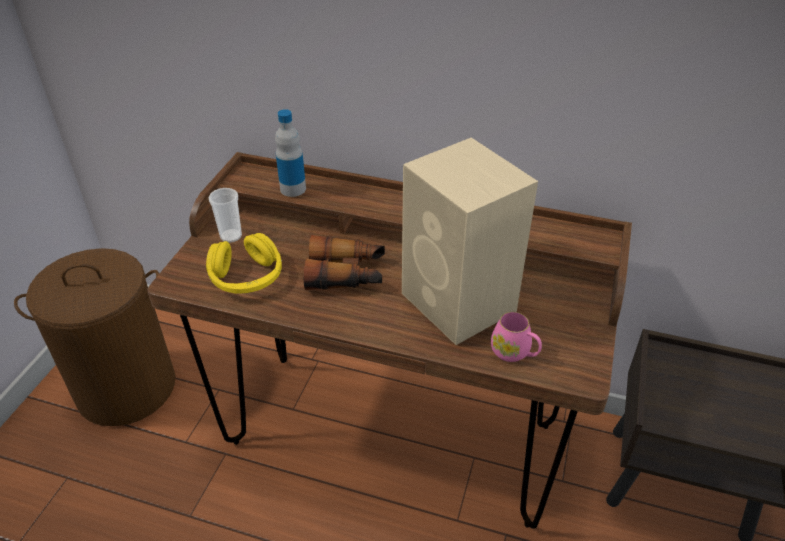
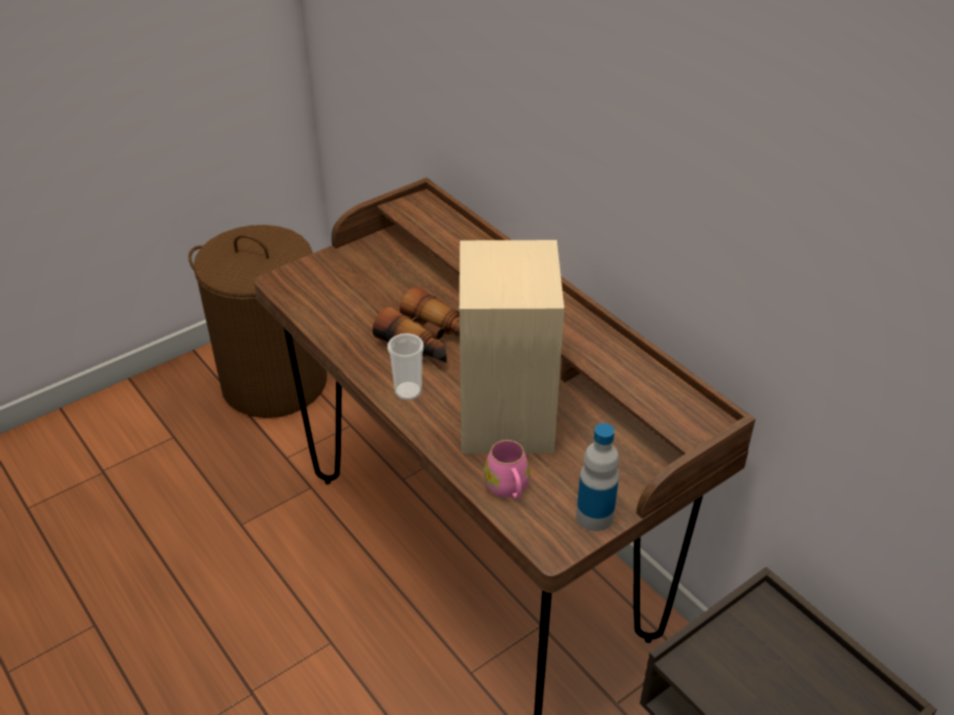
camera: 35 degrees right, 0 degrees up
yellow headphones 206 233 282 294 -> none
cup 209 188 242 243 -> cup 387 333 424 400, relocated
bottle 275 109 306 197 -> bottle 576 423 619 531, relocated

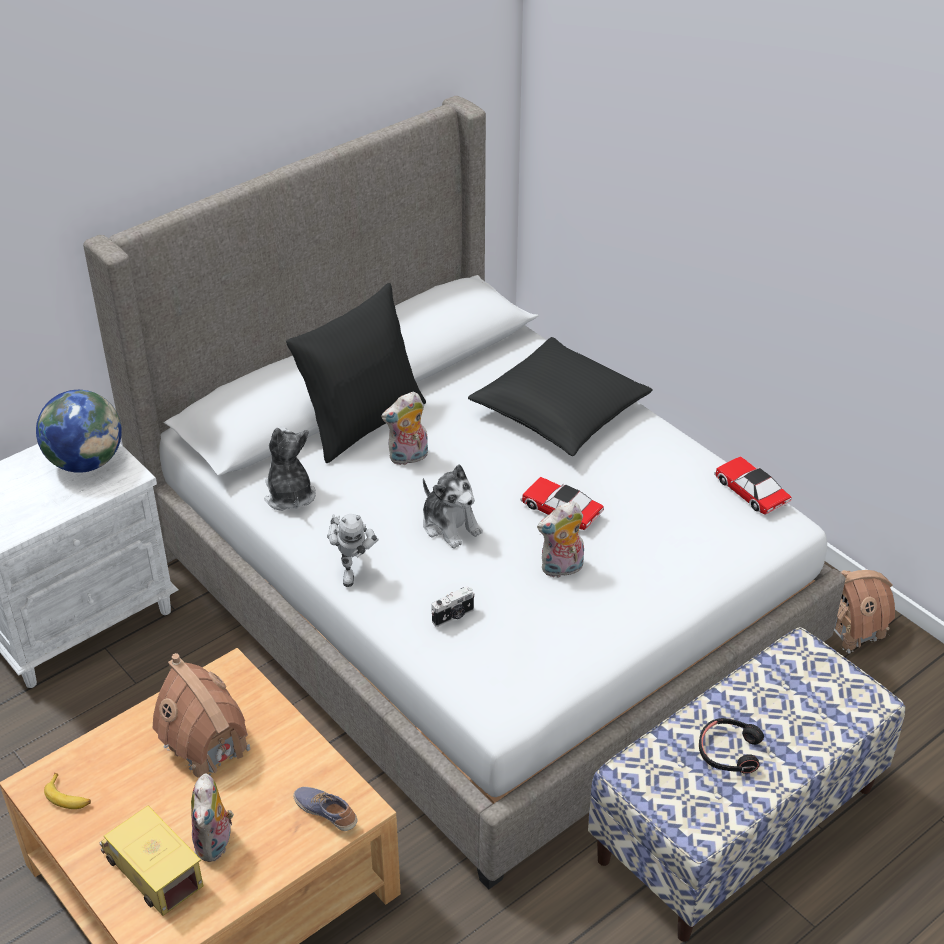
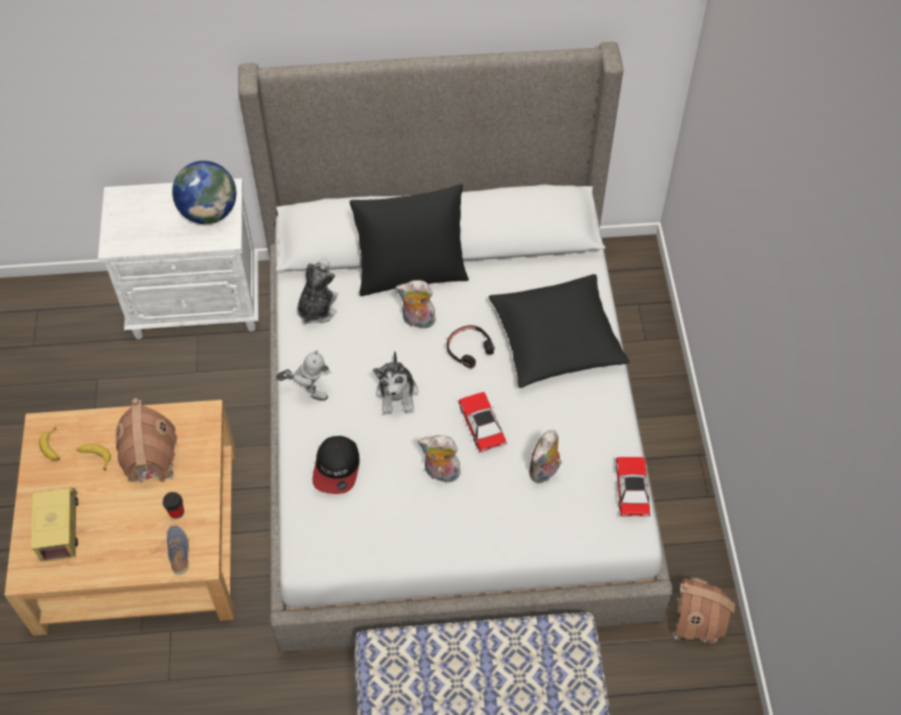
camera: 35 degrees right, 15 degrees up
none -> banana 77 444 111 470
none -> cup 163 492 184 519
plush toy 191 773 234 862 -> plush toy 528 430 565 484, relocated
black headphones 699 718 764 774 -> black headphones 446 325 495 368, relocated
photo camera 431 586 474 627 -> cap 312 436 359 494
toy robot 327 514 379 587 -> toy robot 276 350 331 401, 105 degrees counterclockwise

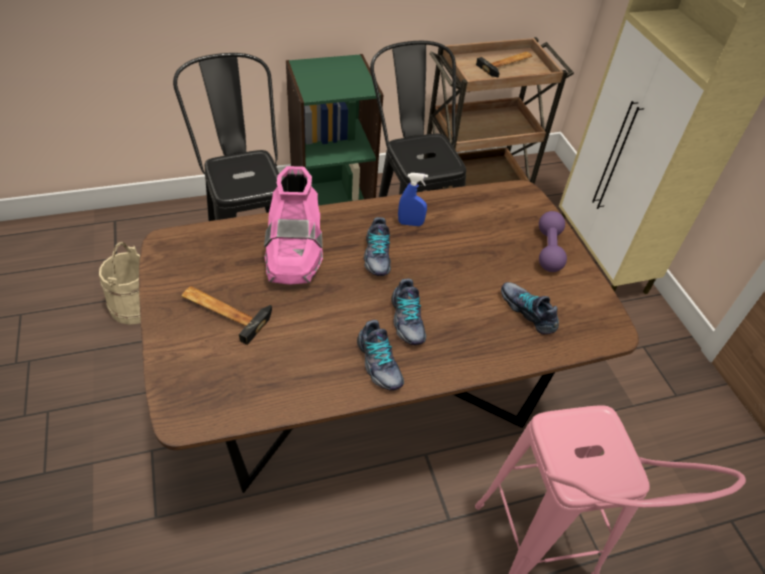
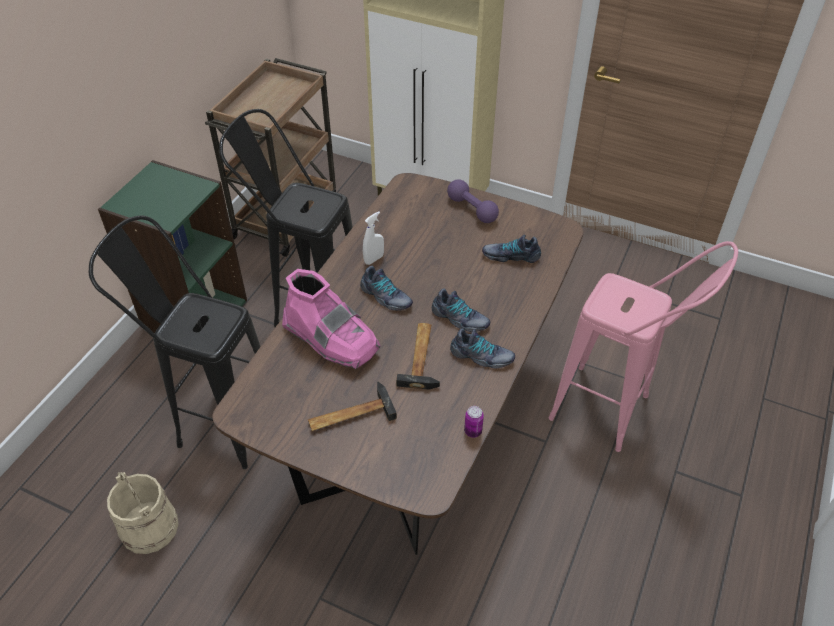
camera: 45 degrees left, 0 degrees up
none -> can 464 406 484 438
hammer 476 52 532 77 -> hammer 396 323 440 390, relocated
blue spray bottle 398 173 428 226 -> white spray bottle 363 211 384 265

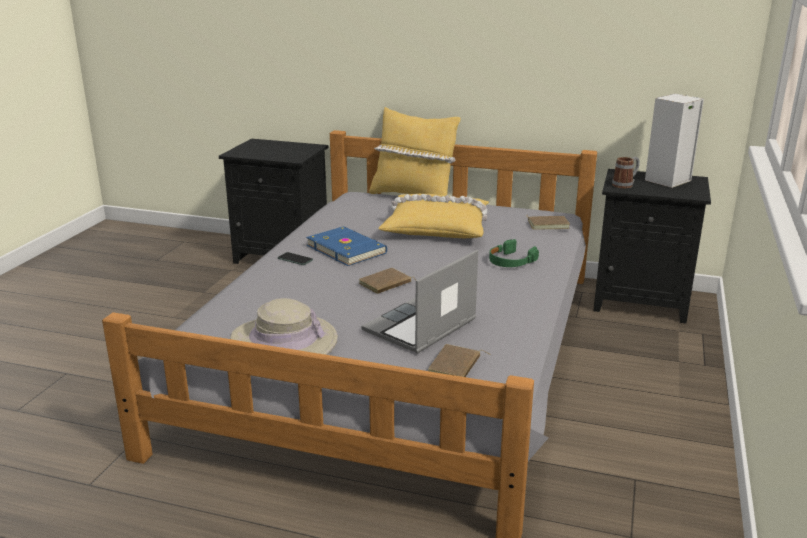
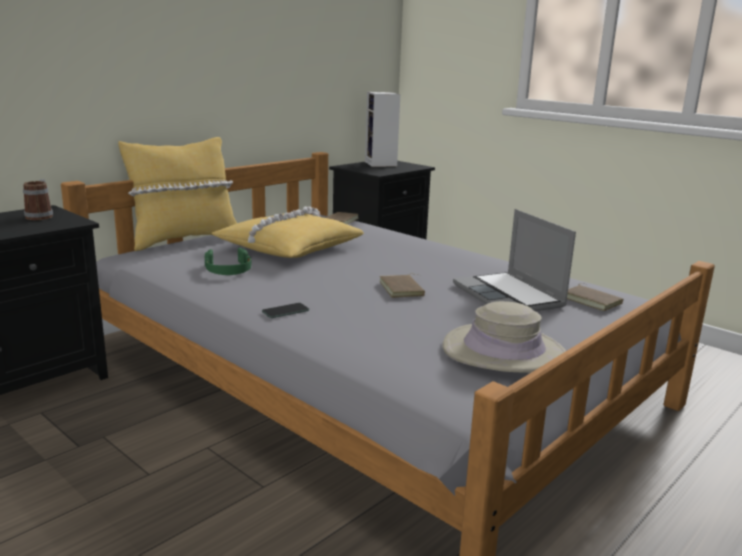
camera: 65 degrees left, 5 degrees down
blue book 306 226 387 266 -> none
green headphones 489 239 539 267 -> green headphones 205 248 252 275, relocated
mug 612 157 640 188 -> mug 23 179 53 220, relocated

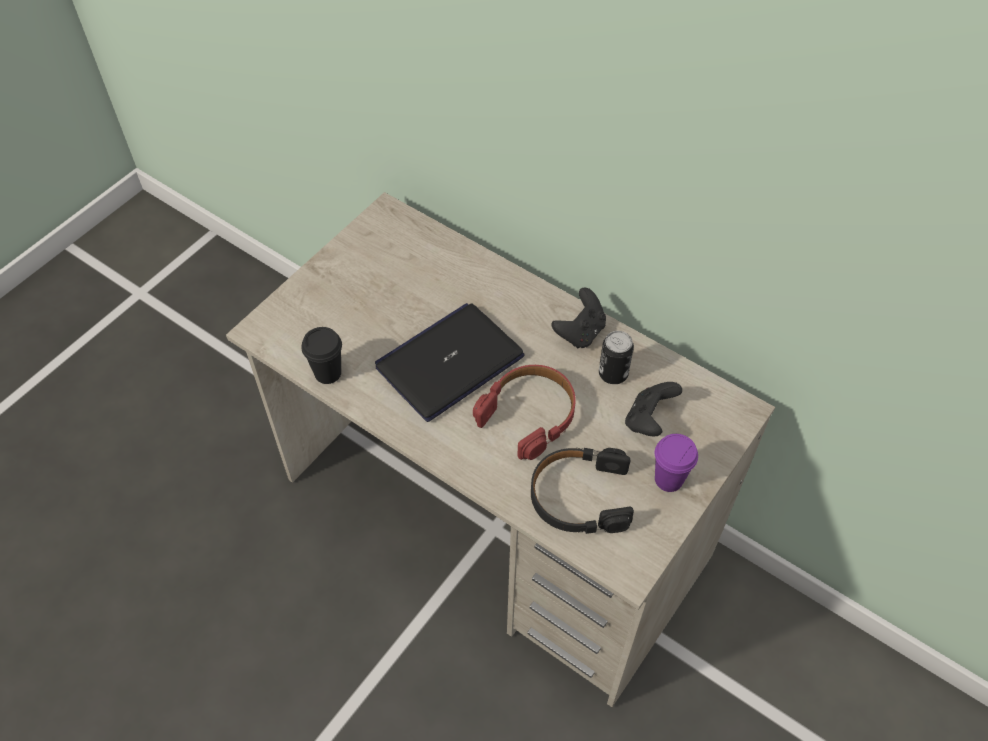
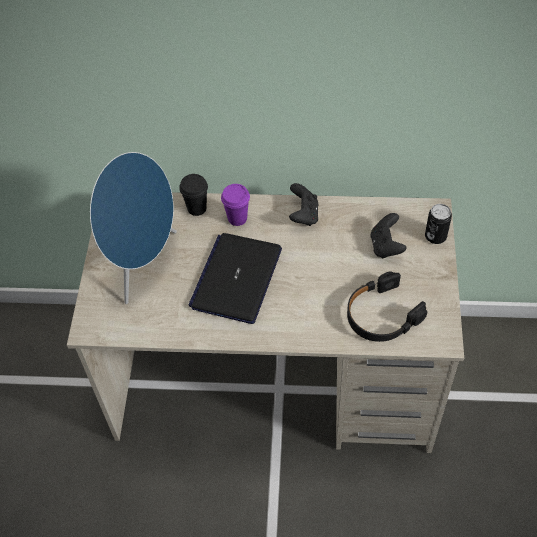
camera: 30 degrees left, 0 degrees up
red headphones 473 365 576 460 -> none
none -> blue speaker 90 152 177 304
black cup 302 327 342 384 -> black cup 179 174 208 216, relocated
can 599 331 634 384 -> can 425 204 452 244, relocated
purple cup 655 434 698 492 -> purple cup 221 184 250 226, relocated

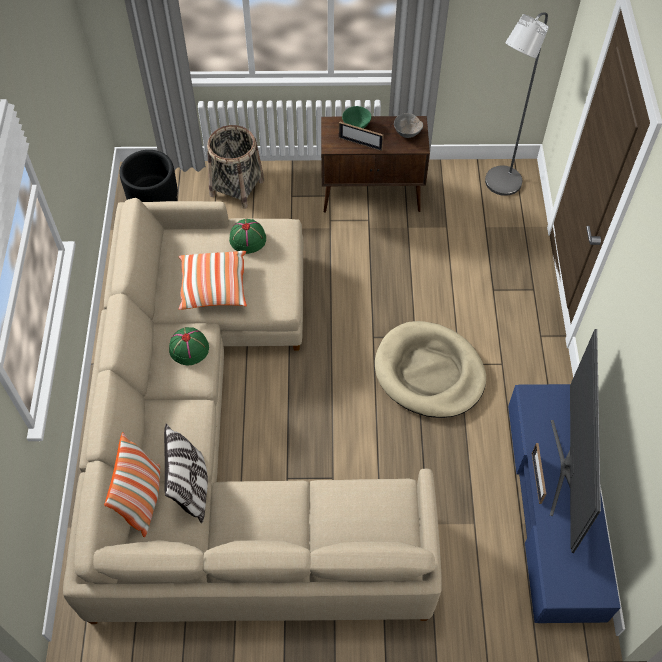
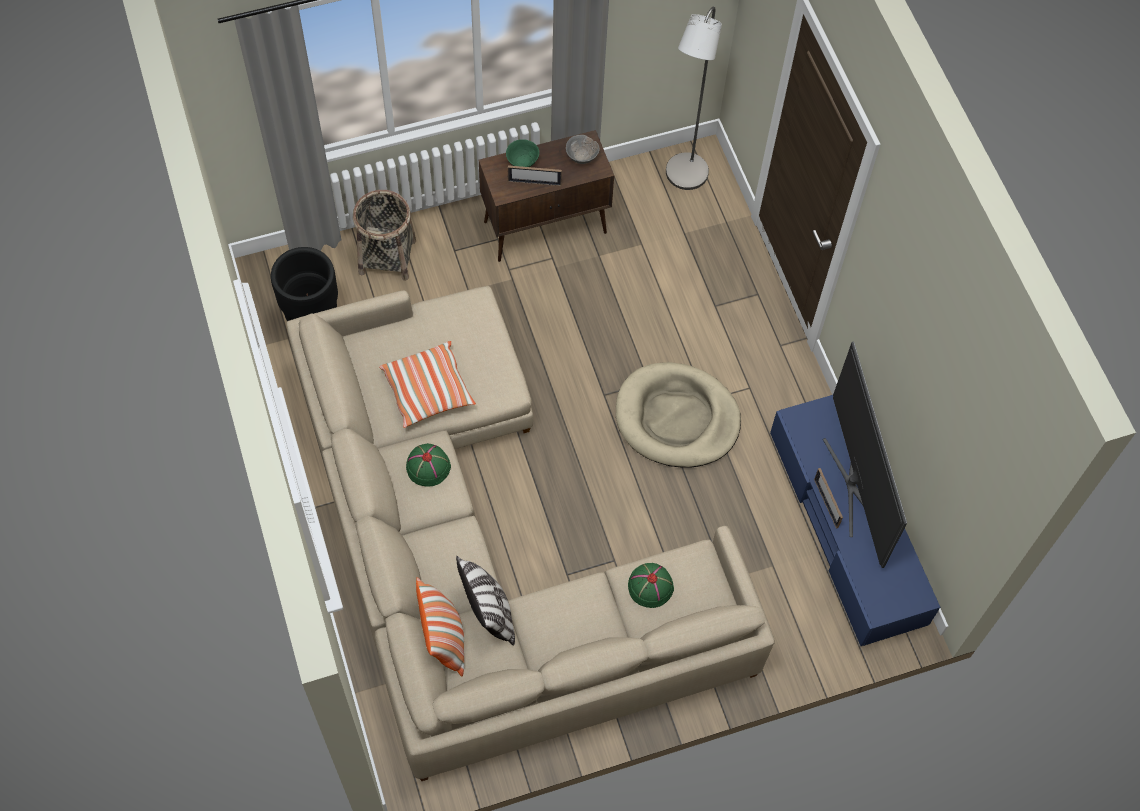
camera: 20 degrees left, 5 degrees up
green hat 229 219 266 254 -> green hat 628 563 674 608, relocated

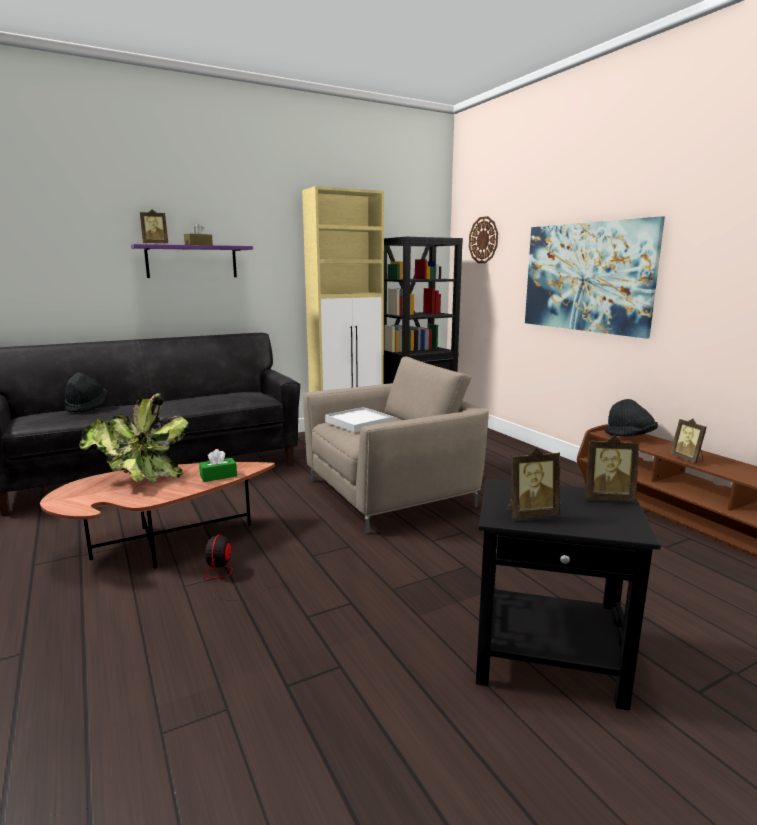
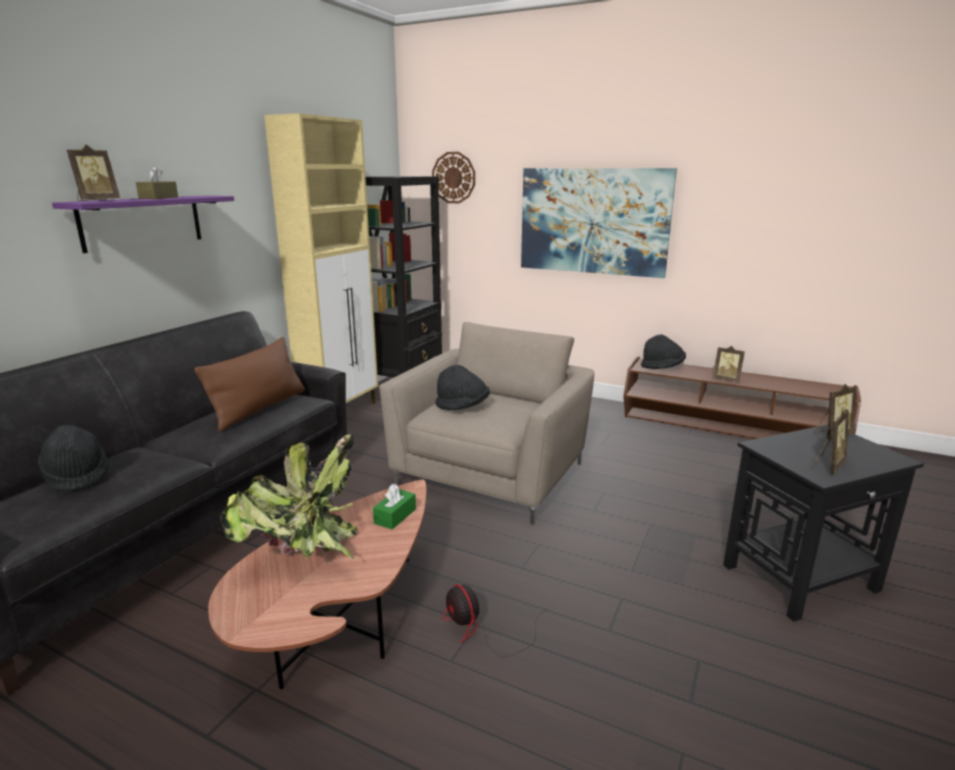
camera: 35 degrees left, 5 degrees up
none -> brown pillow 194 337 305 431
white tray 325 407 393 433 -> black hat 435 365 490 410

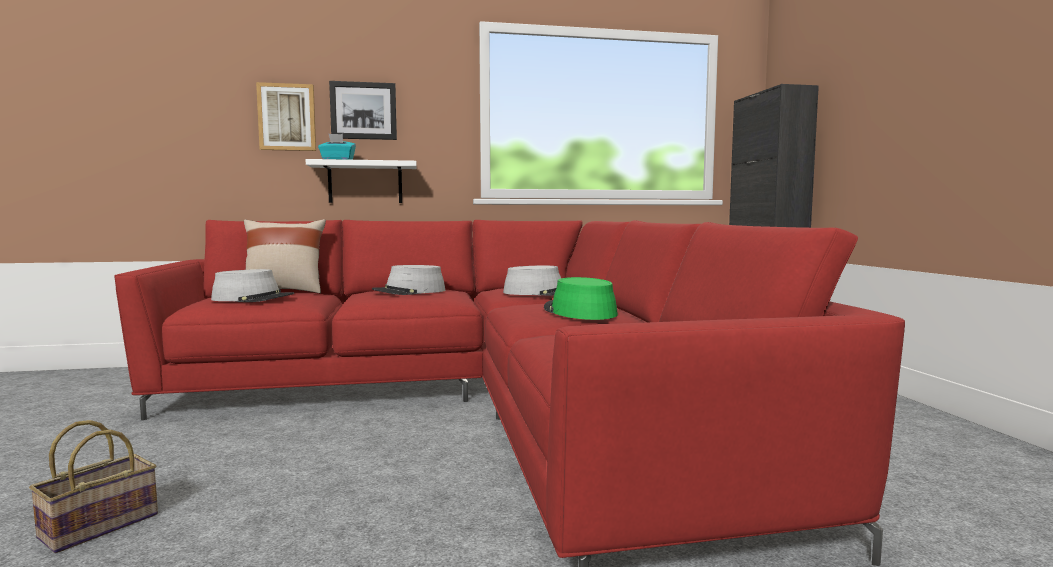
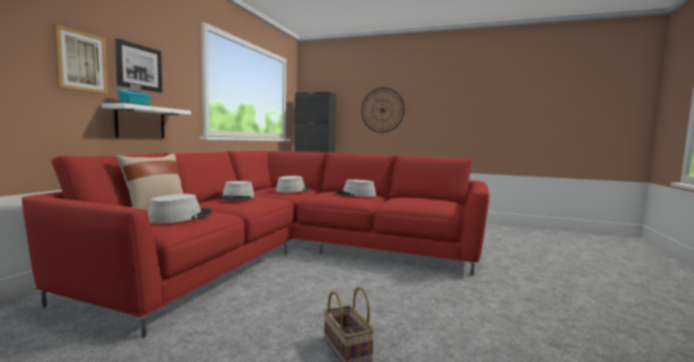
camera: 60 degrees left, 0 degrees up
none -> wall clock 361 88 405 133
green hat 544 277 618 320 -> grey hat 335 179 376 197

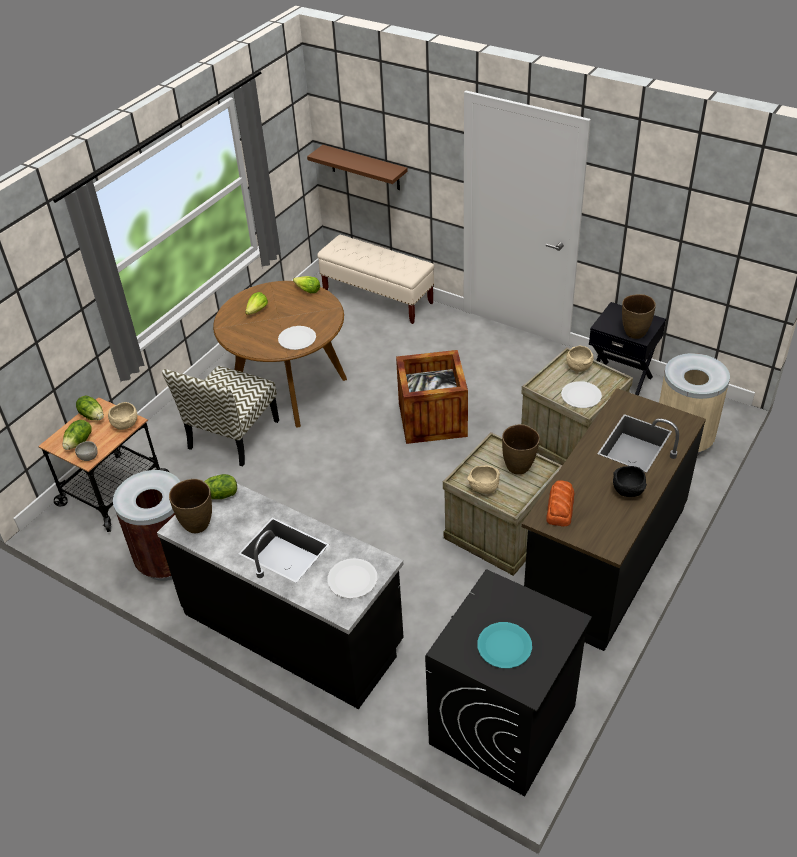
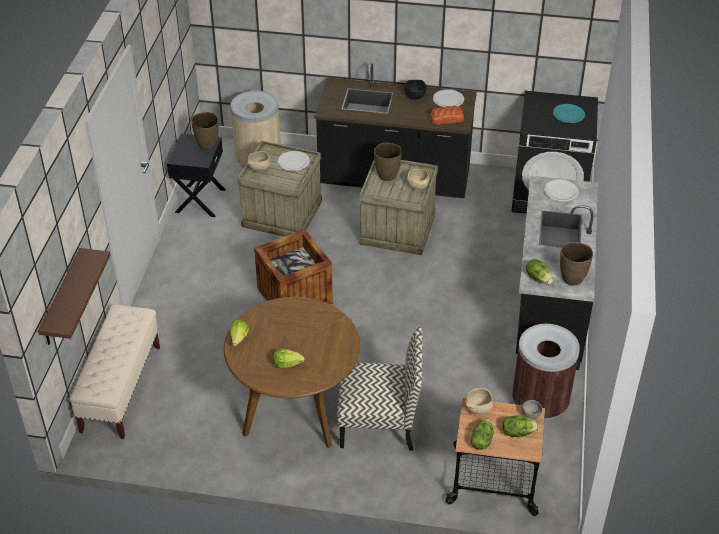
camera: 115 degrees left, 0 degrees up
white plate 278 326 316 350 -> white plate 433 89 464 107, relocated

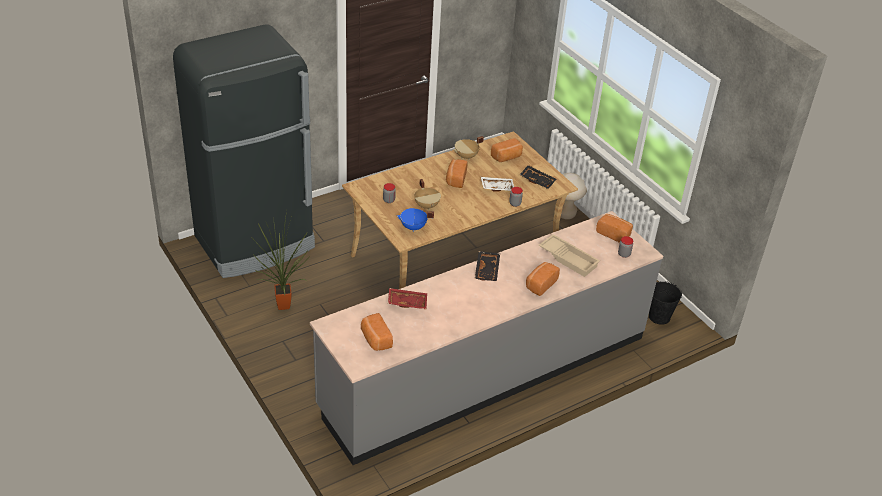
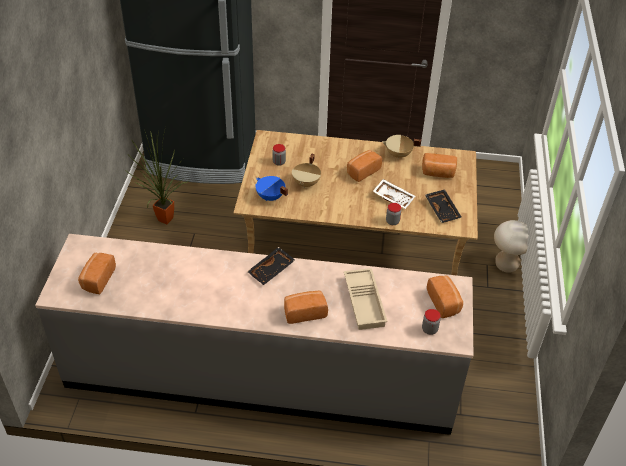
camera: 40 degrees right, 5 degrees up
red tray 388 288 427 309 -> none
black bucket 649 281 682 325 -> none

